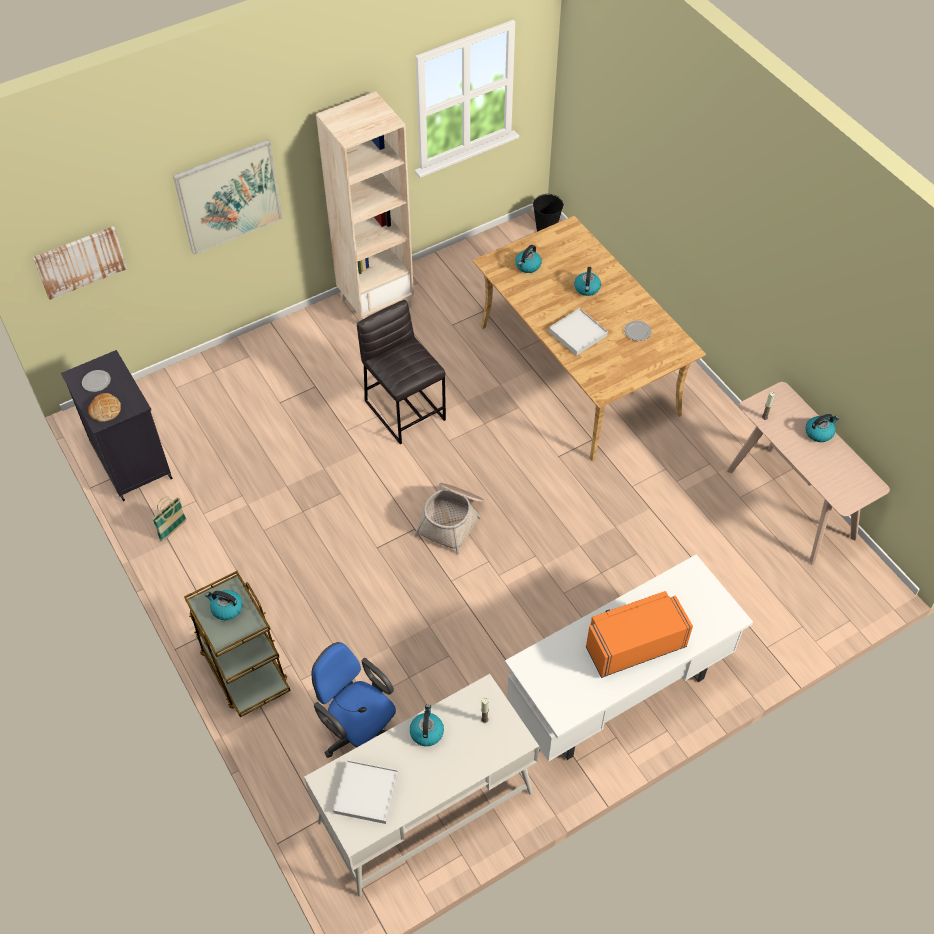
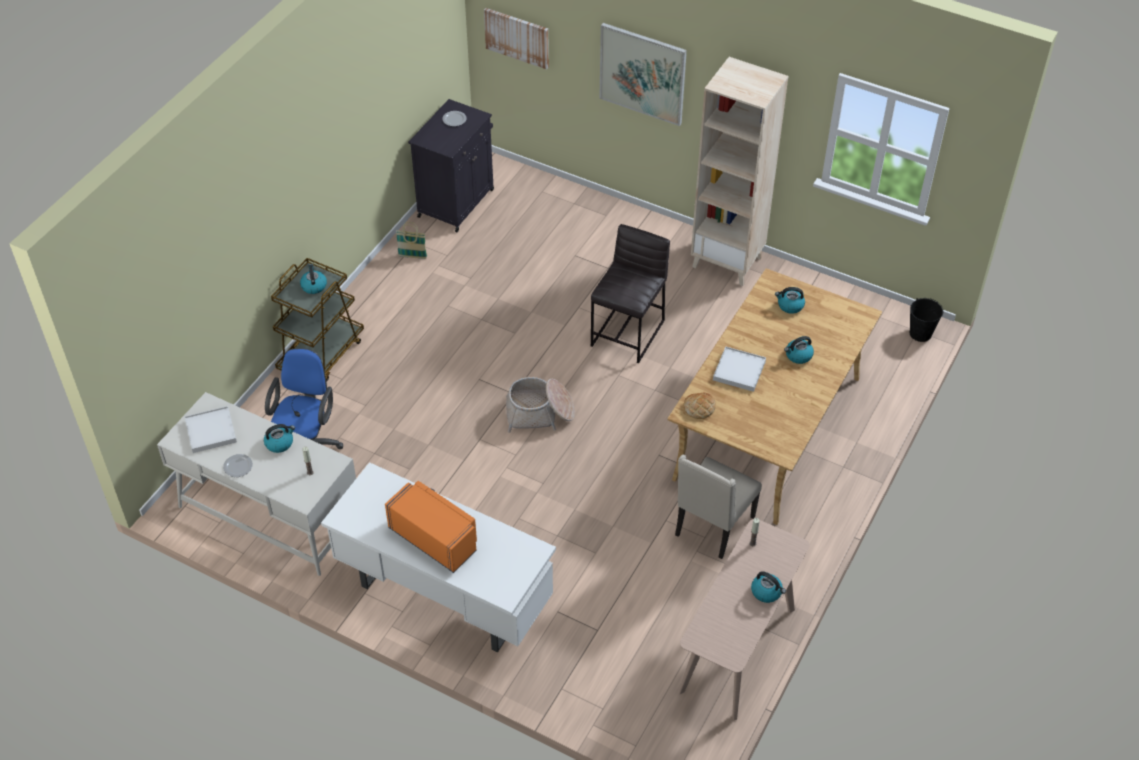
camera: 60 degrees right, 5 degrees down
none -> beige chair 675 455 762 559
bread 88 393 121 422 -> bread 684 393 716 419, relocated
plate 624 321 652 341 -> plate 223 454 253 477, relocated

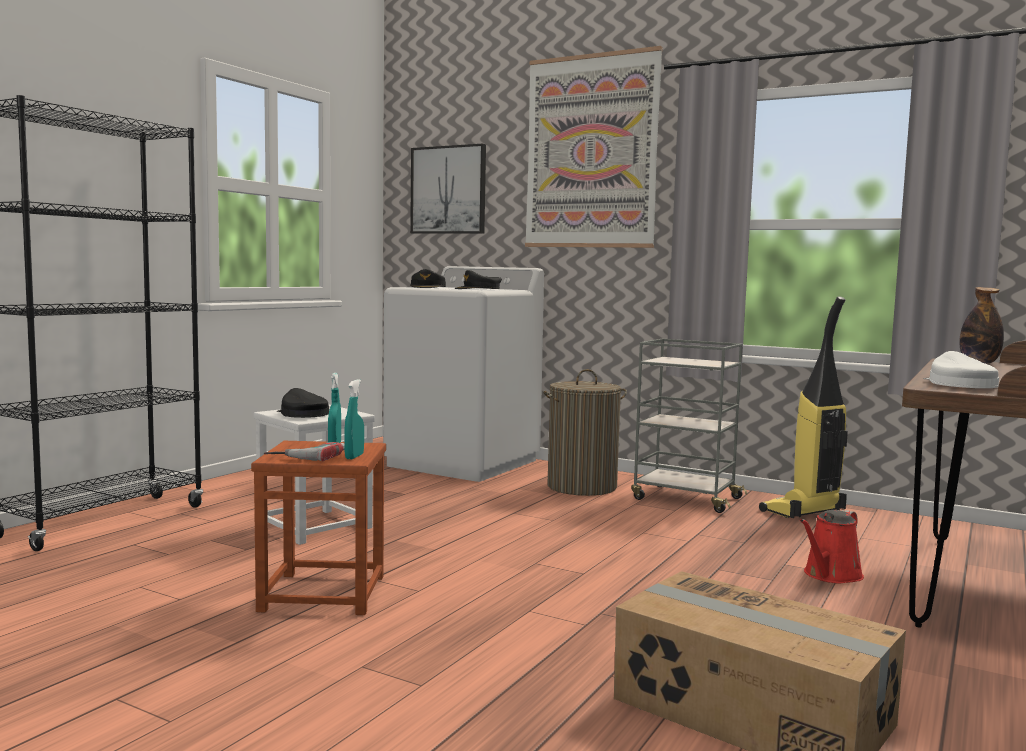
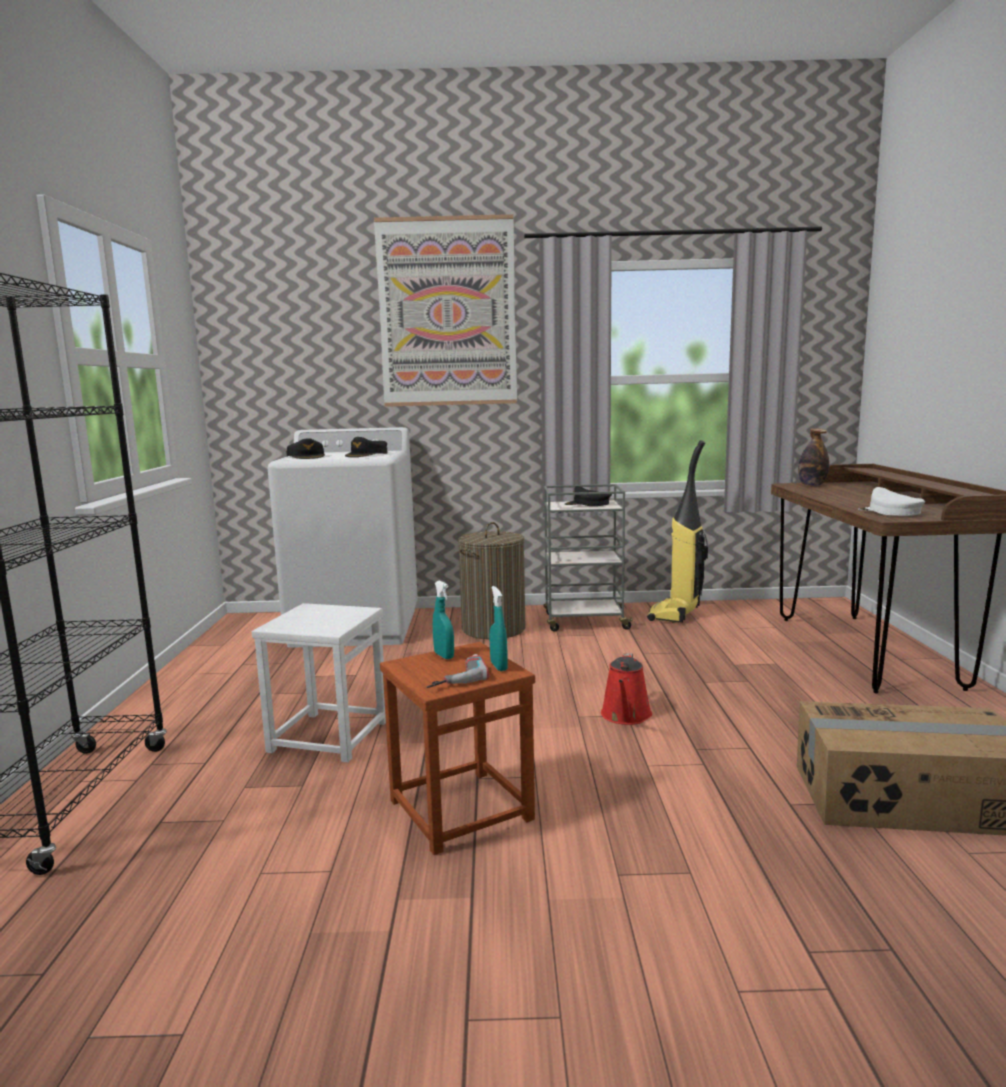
camera: 30 degrees left, 5 degrees up
picture 410 144 486 234 -> none
black cap 277 388 329 418 -> black cap 565 486 612 506, relocated
red watering can 800 510 864 584 -> red watering can 601 653 652 725, relocated

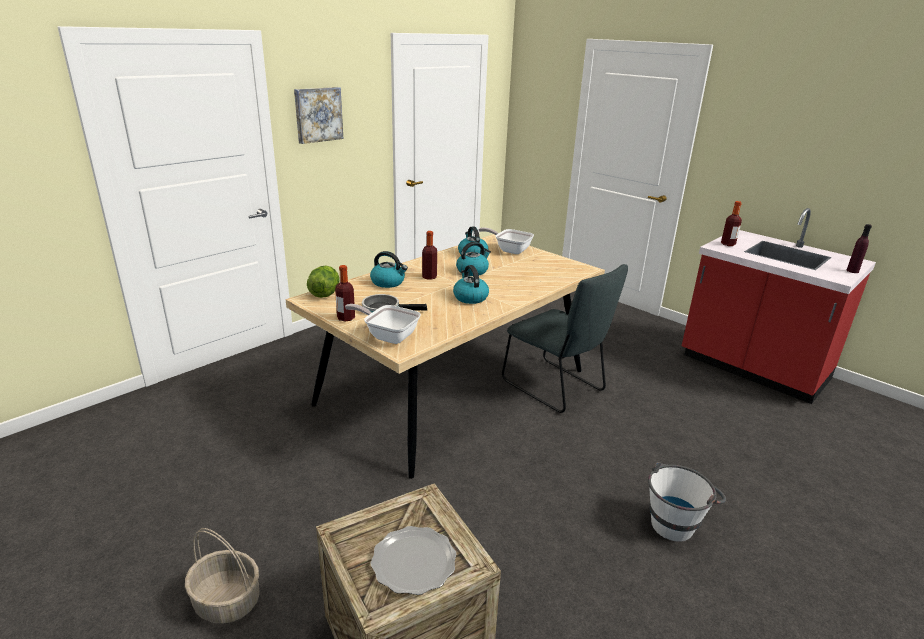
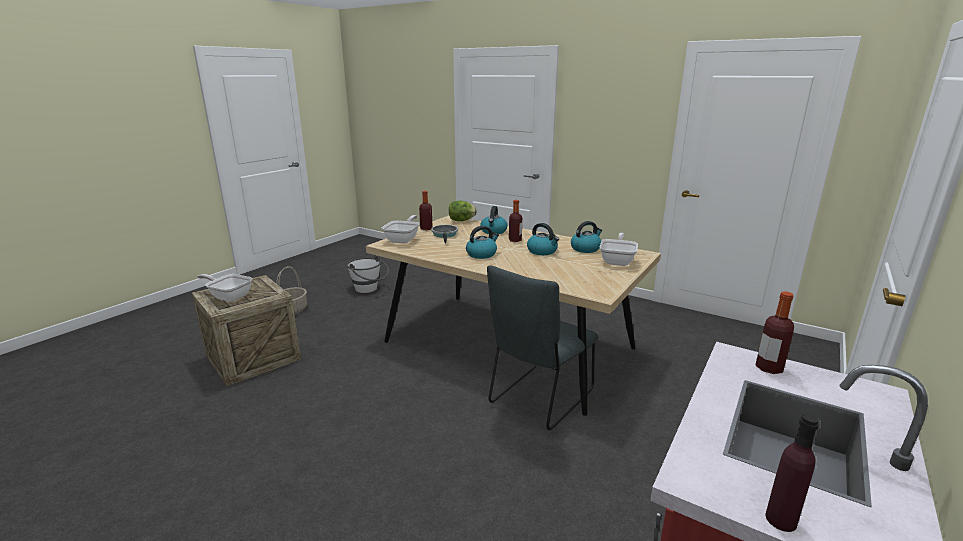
camera: 80 degrees right, 5 degrees down
picture 294 87 343 144 -> none
white bucket 648 462 726 542 -> white bucket 347 255 389 293, relocated
plate 370 526 456 595 -> frying pan 197 274 253 302

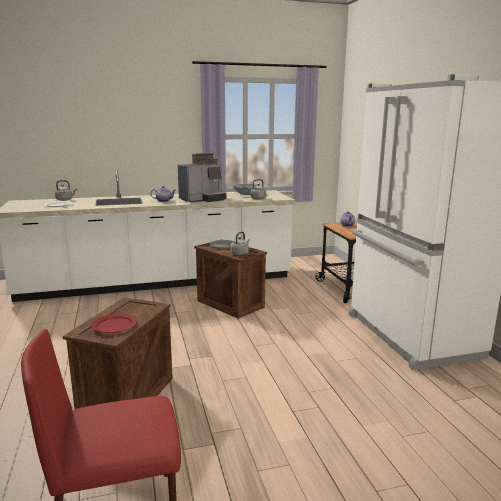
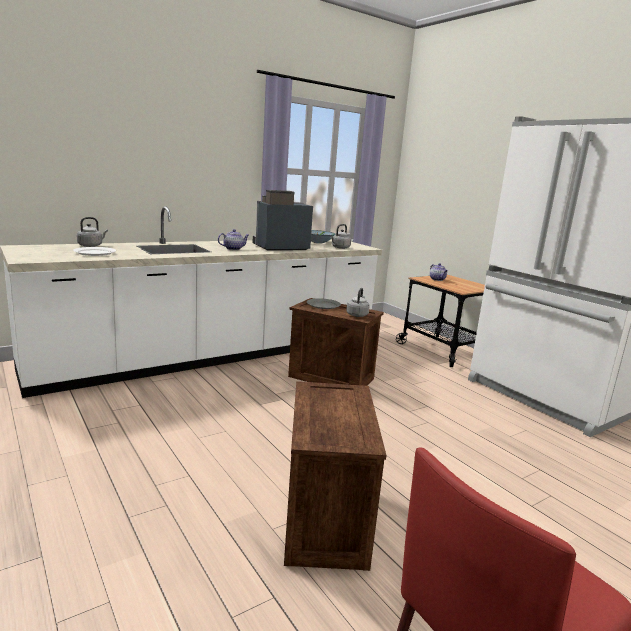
camera: 20 degrees left, 0 degrees up
red plate 92 313 137 333 -> none
coffee machine 178 153 226 202 -> coffee machine 253 190 313 251, 150 degrees counterclockwise

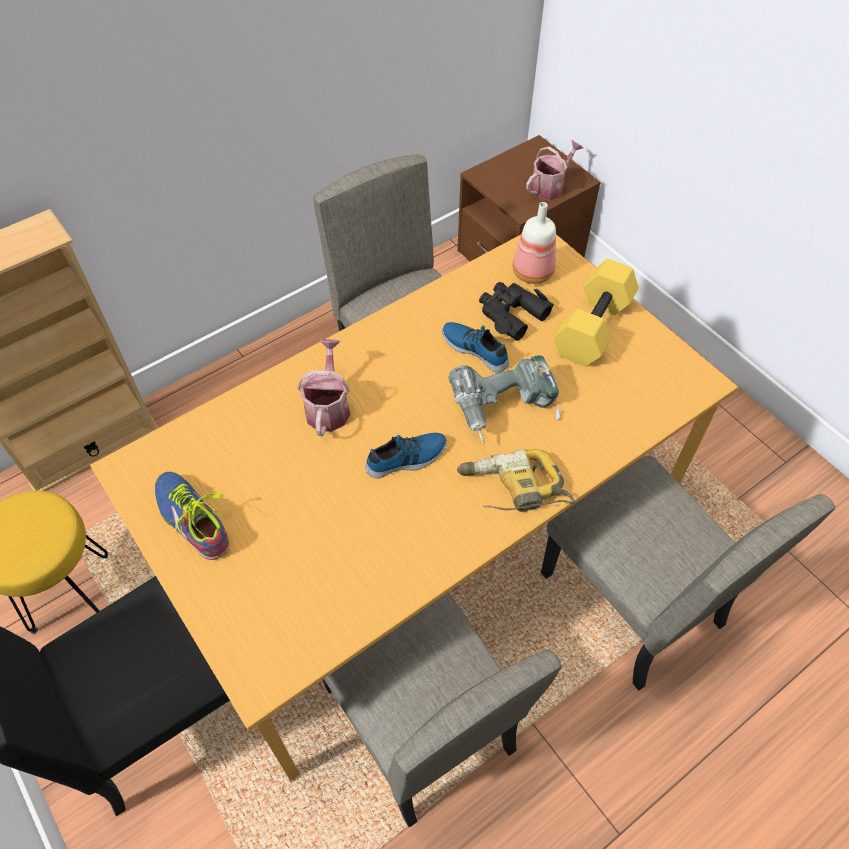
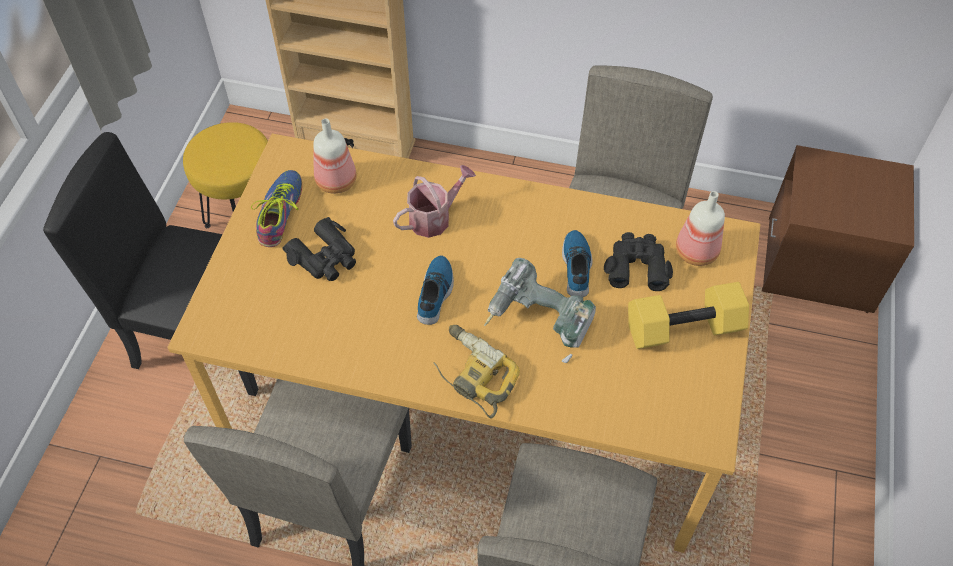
camera: 50 degrees right, 0 degrees up
watering can 526 140 583 200 -> none
none -> black binoculars 282 217 356 281
none -> bottle 313 118 357 194
shoe 366 433 447 479 -> shoe 417 256 454 325, 105 degrees counterclockwise

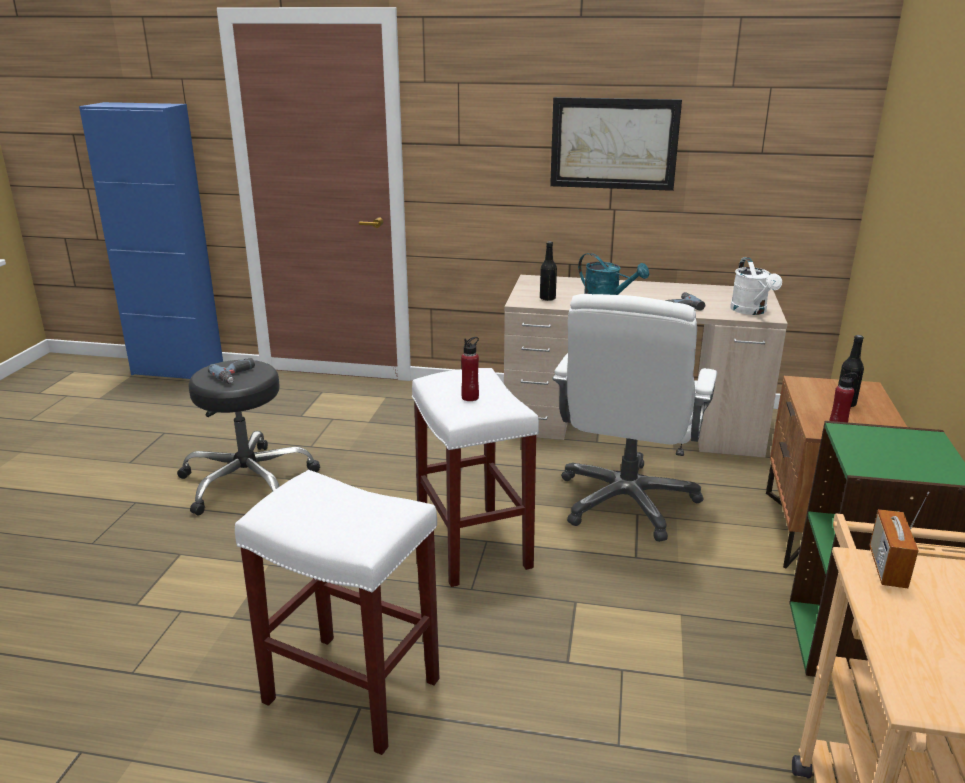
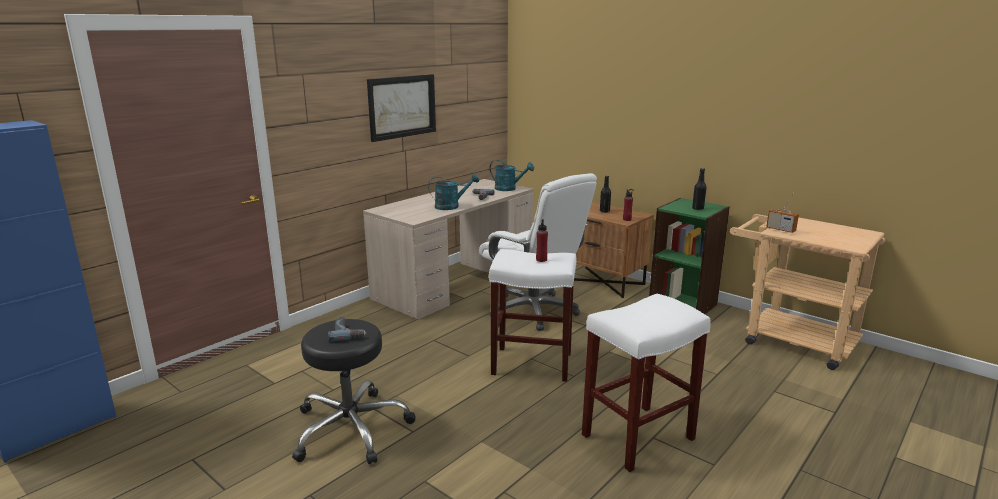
camera: 60 degrees left, 5 degrees down
black bottle 540 241 557 301 -> black bottle 692 168 707 210, relocated
white watering can 730 257 782 315 -> turquoise watering can 489 160 534 191

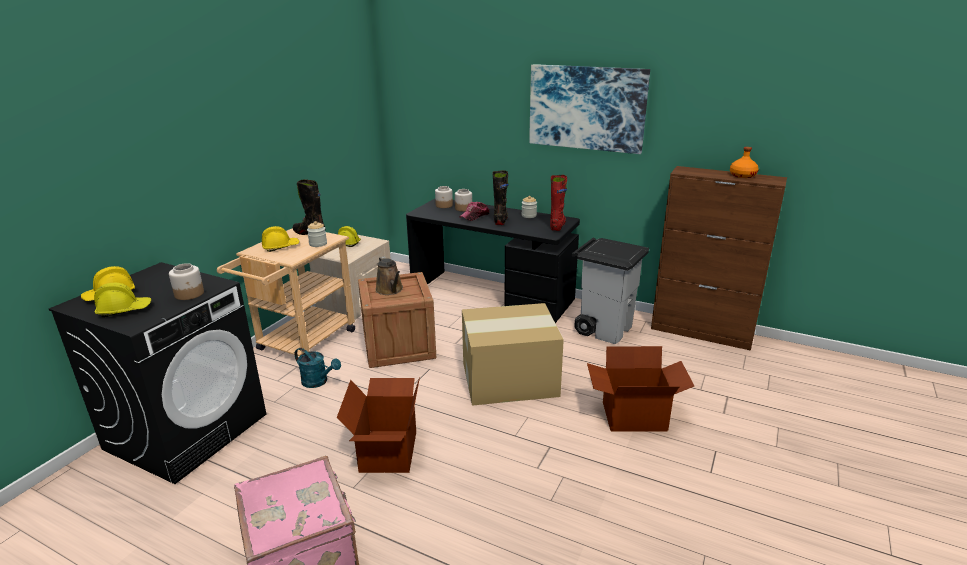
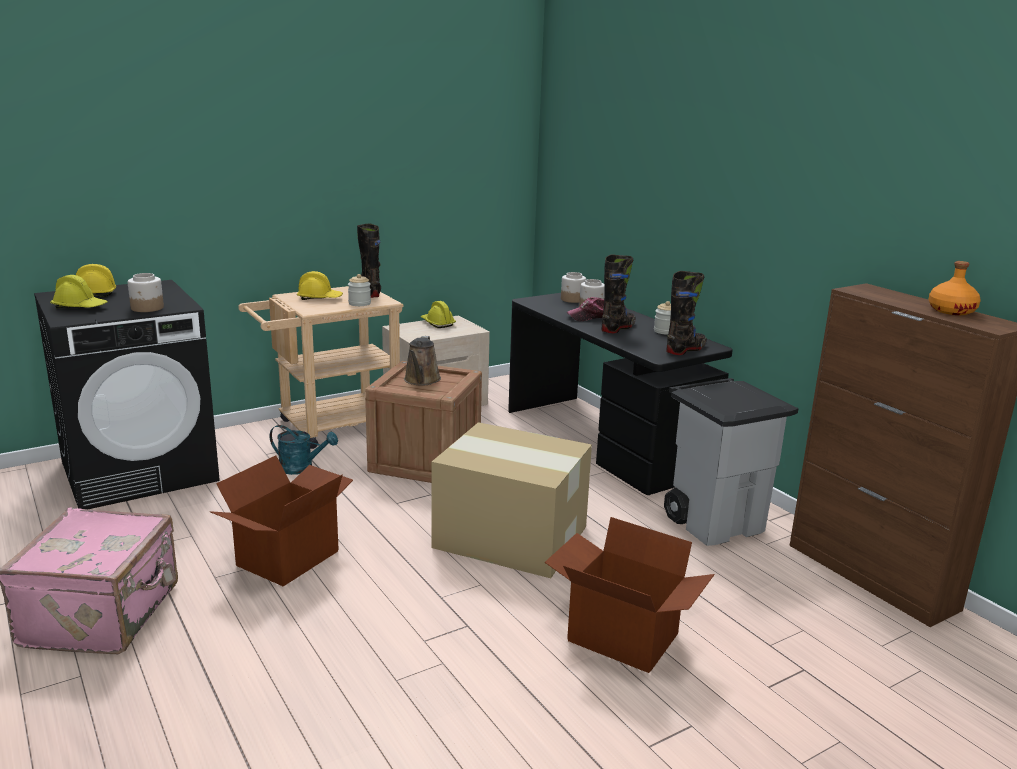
camera: 30 degrees right, 5 degrees down
picture 529 64 650 154 -> none
red boot 550 175 567 231 -> black boot 666 271 707 355
turquoise watering can 295 348 341 388 -> turquoise watering can 269 425 338 475, 45 degrees counterclockwise

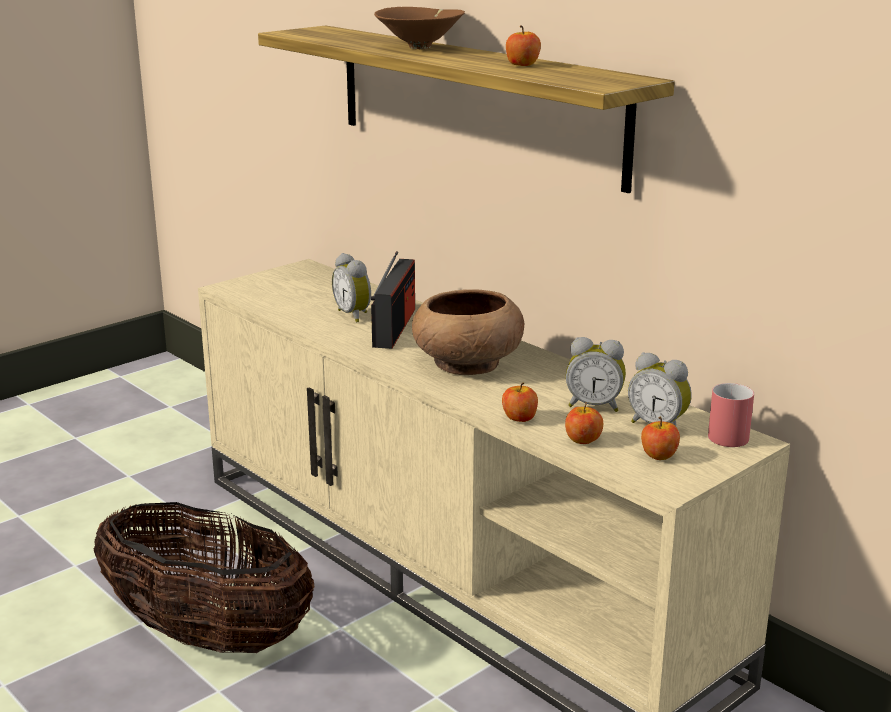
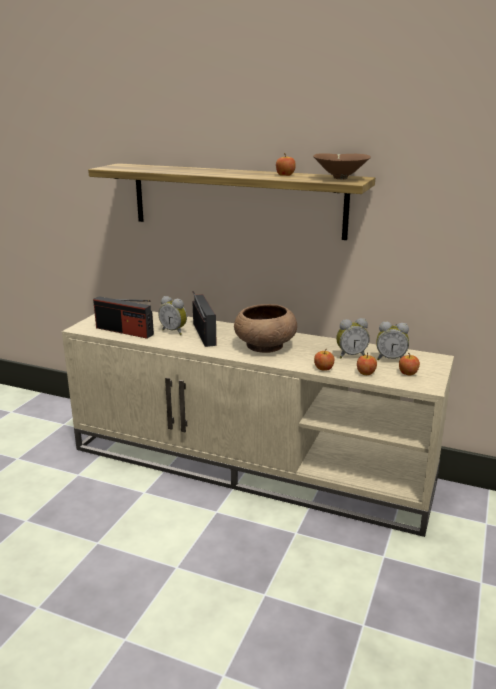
camera: 25 degrees left, 0 degrees up
basket 94 502 314 653 -> none
red mug 708 383 754 447 -> none
none -> radio 93 296 154 339
brown bowl 374 7 465 49 -> brown bowl 313 153 371 179, relocated

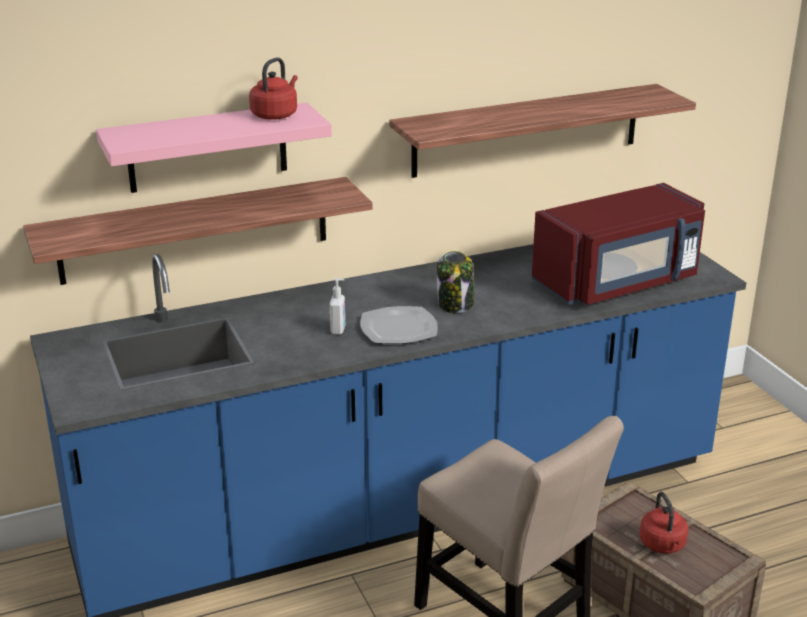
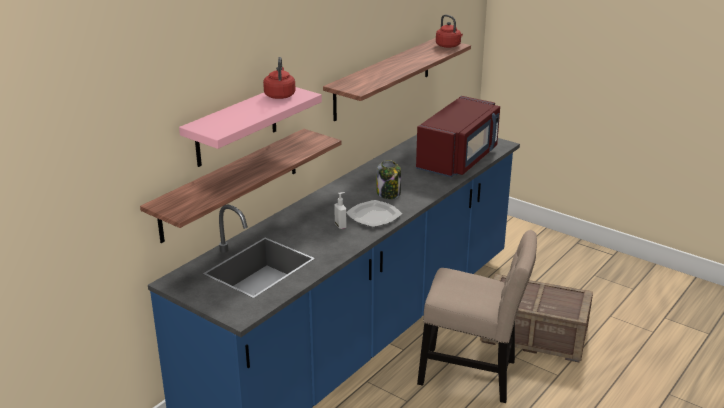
camera: 30 degrees left, 0 degrees up
red kettle 640 492 688 553 -> red kettle 436 14 463 48, relocated

